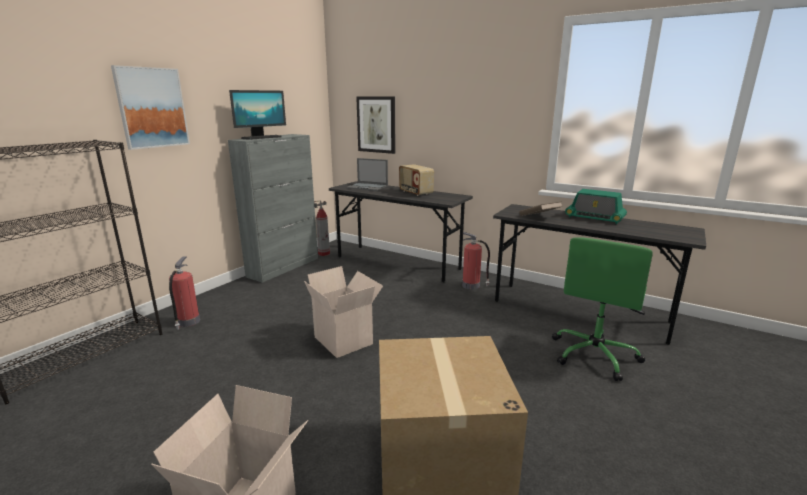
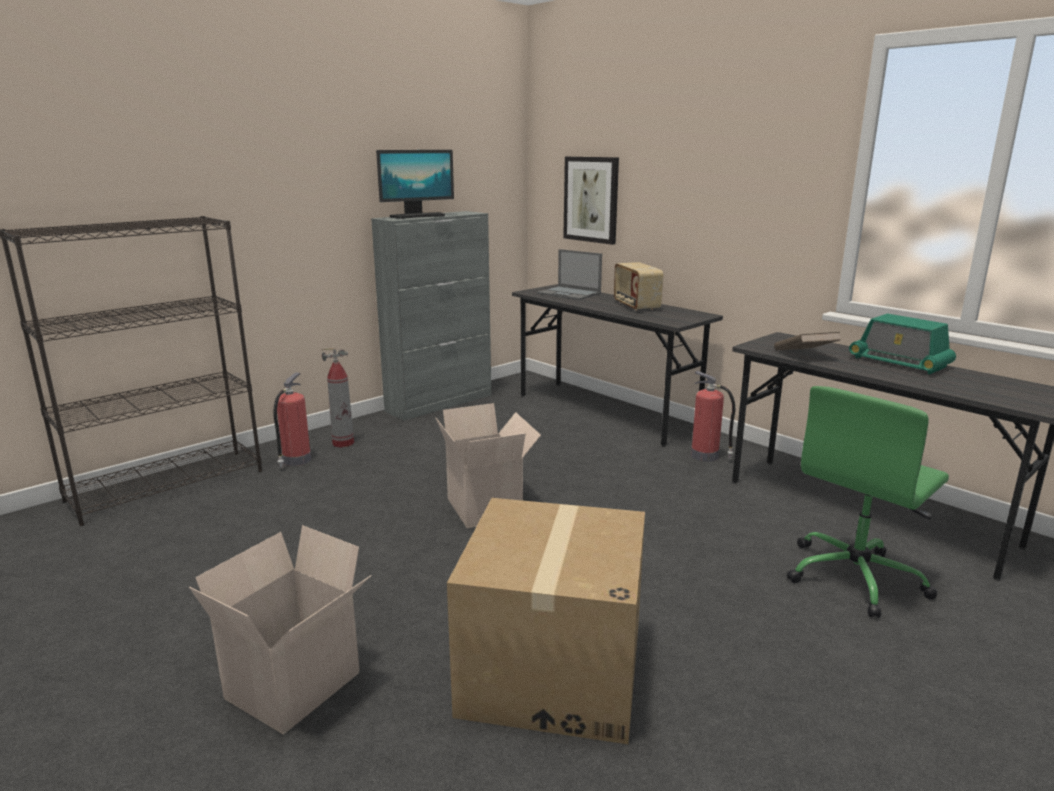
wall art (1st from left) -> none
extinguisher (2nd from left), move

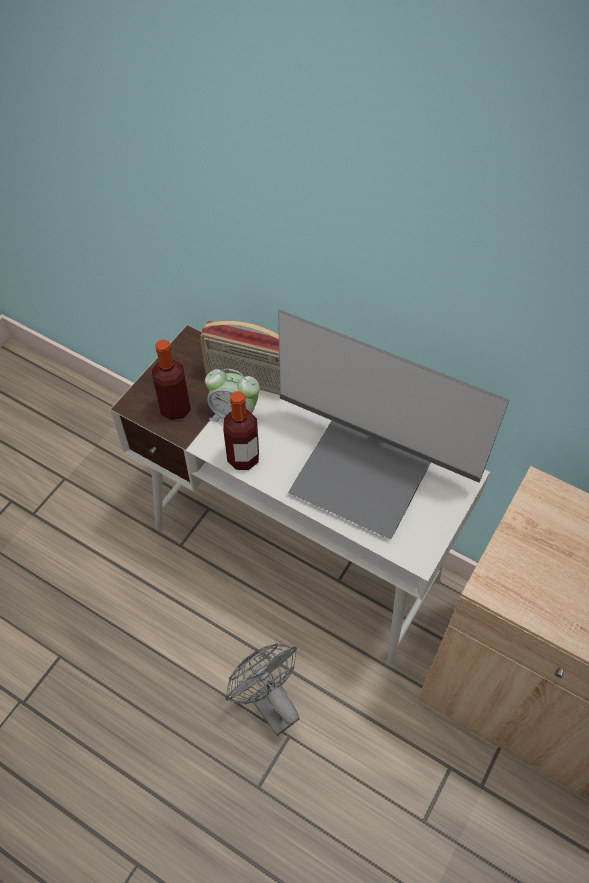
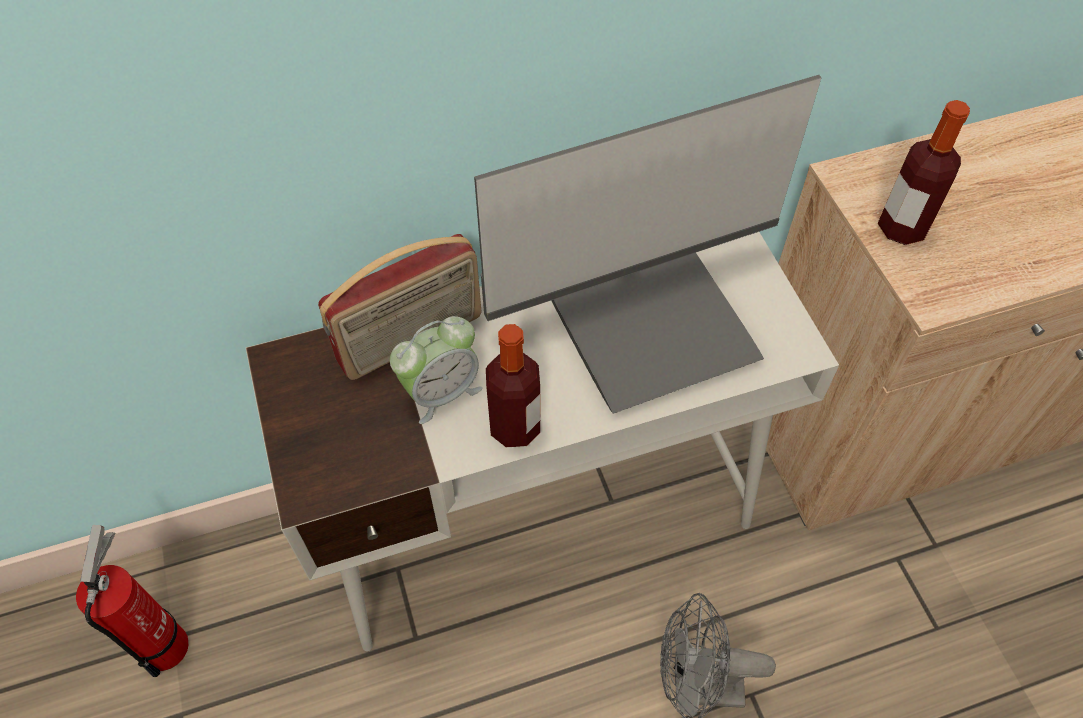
bottle (1st from left in the first image) -> bottle (2nd from left), move
none -> extinguisher

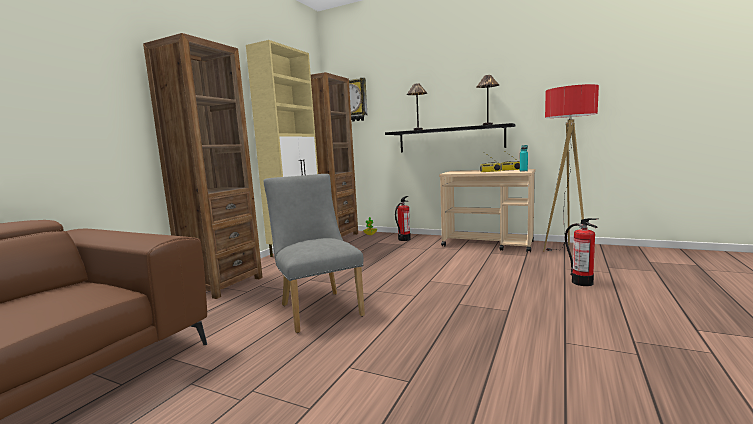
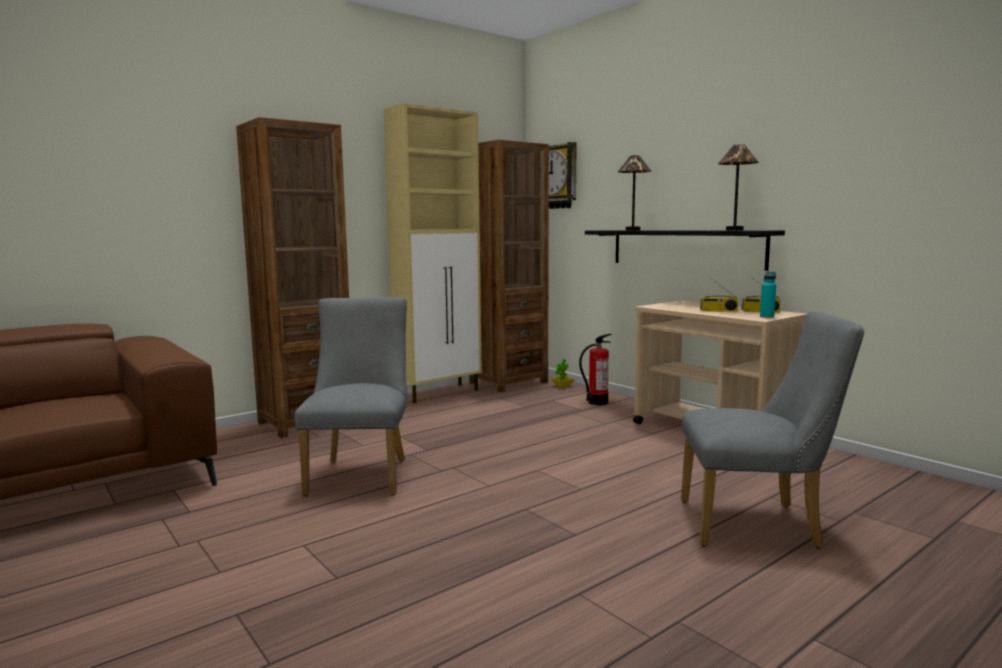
floor lamp -> none
extinguisher (2nd from left) -> greyish plain chair (2nd from left)

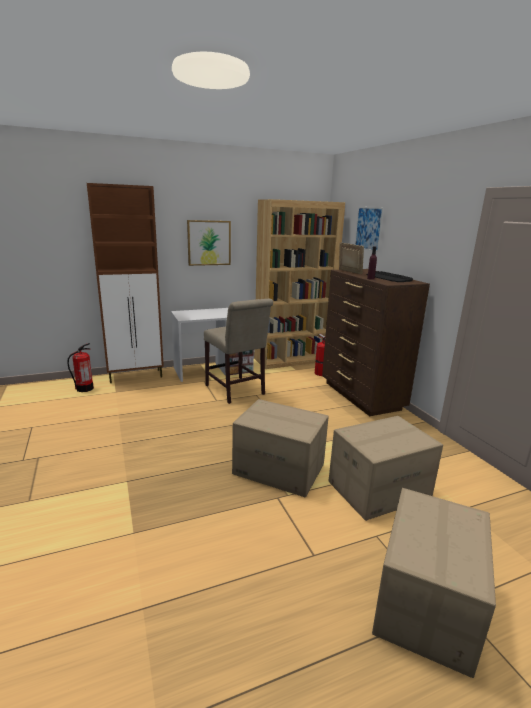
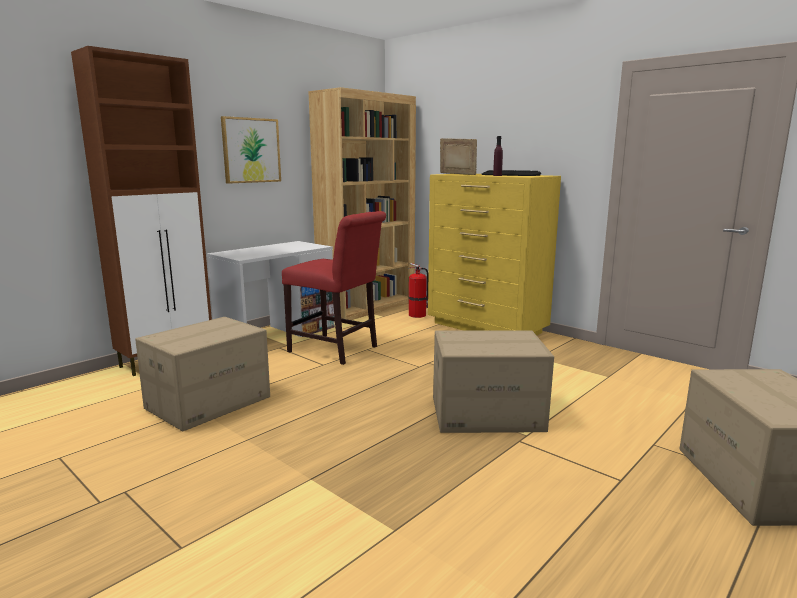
wall art (2nd from left) -> none
brown drawer chest -> yellow drawer chest
sand-coloured plain chair -> reddish plain chair
extinguisher (1st from left) -> none
carton (2nd from left in the first image) -> carton (1st from left), move

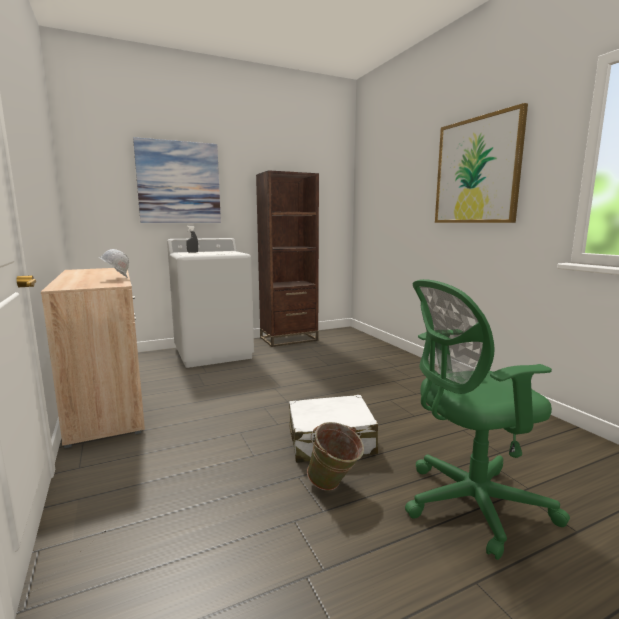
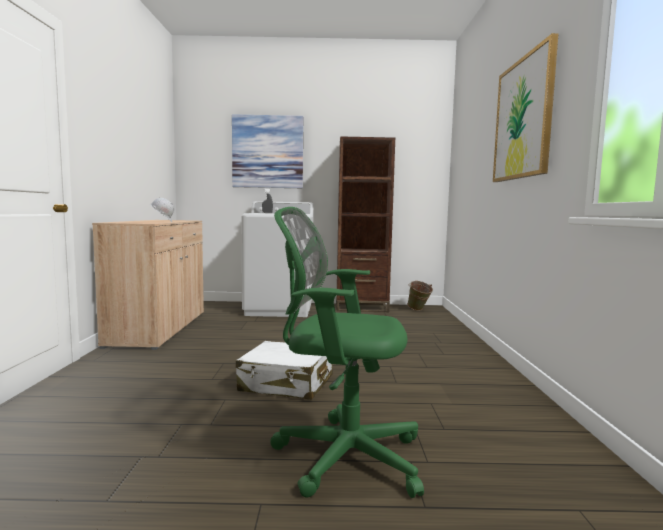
green water bucket, move

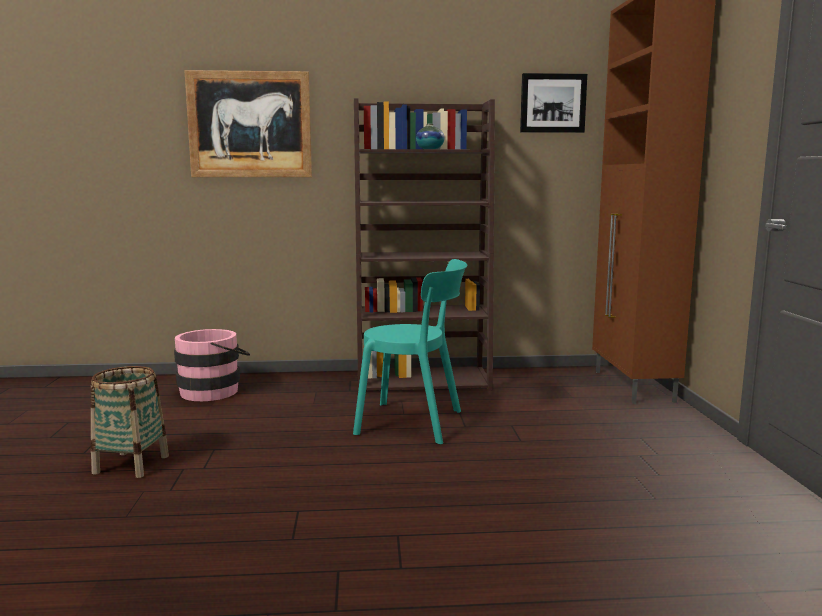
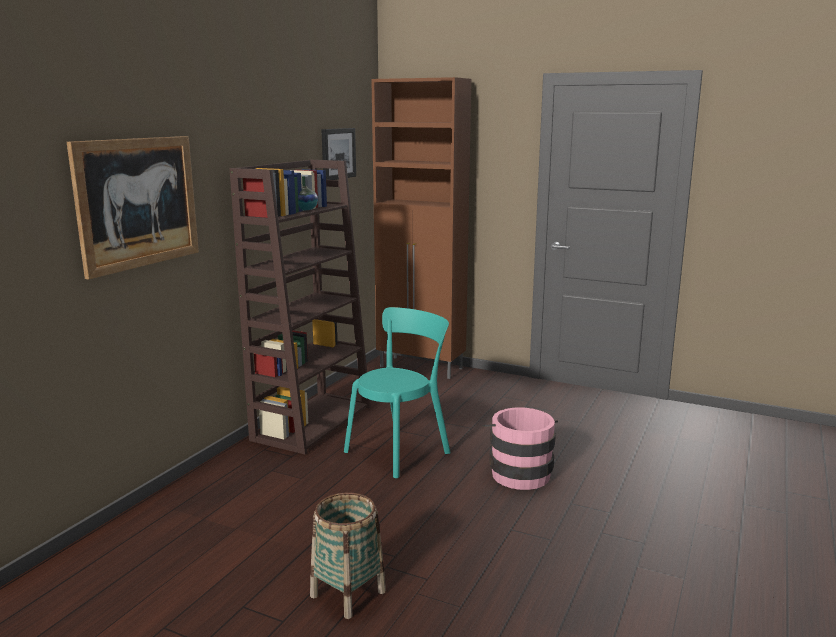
pinkish water bucket, move

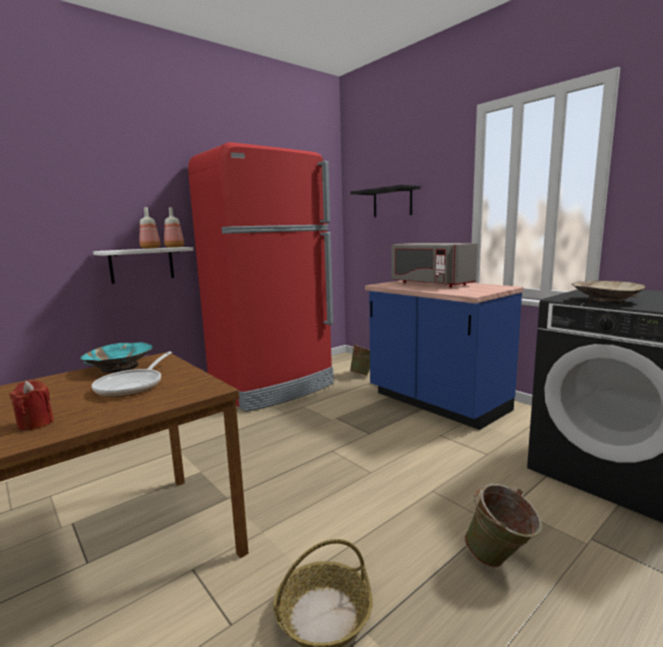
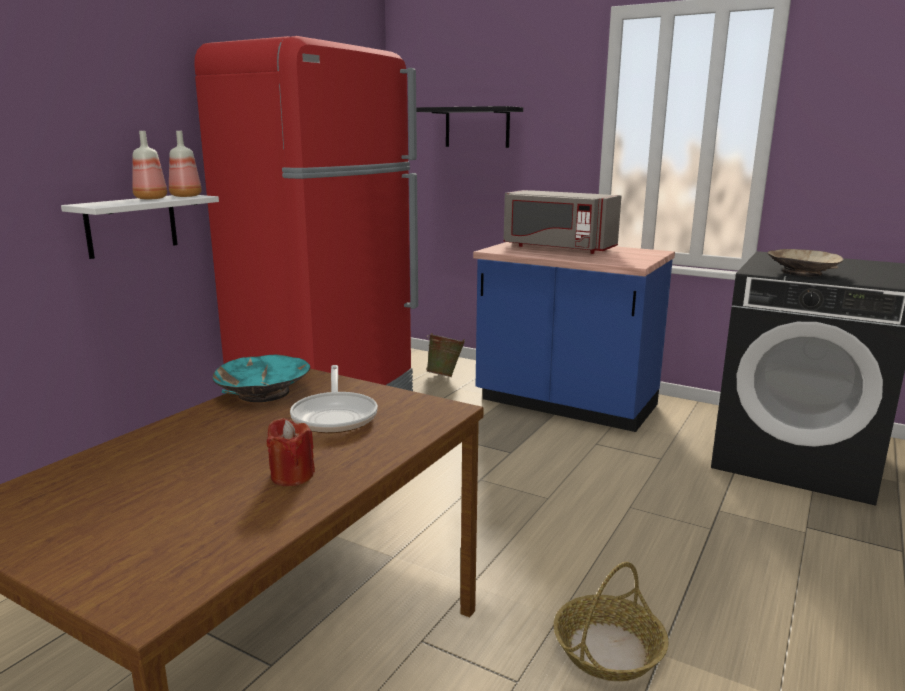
green water bucket (2nd from left) -> none

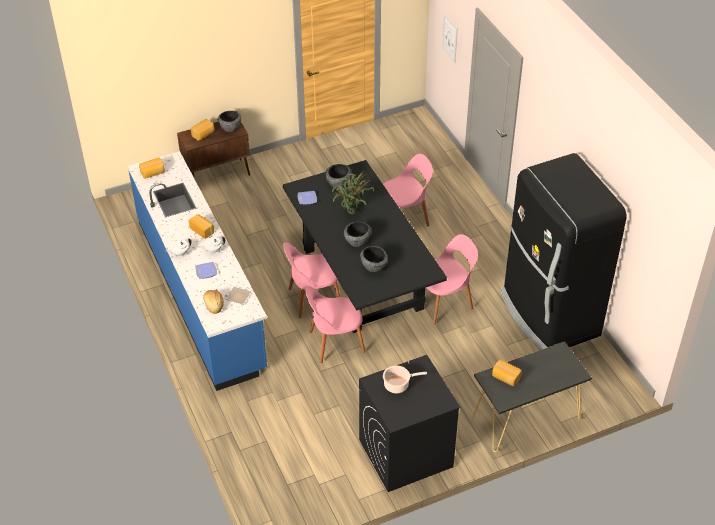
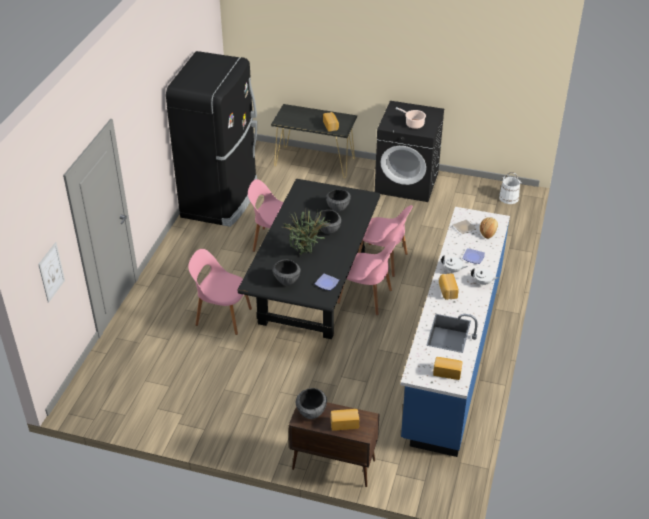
none -> white water bucket

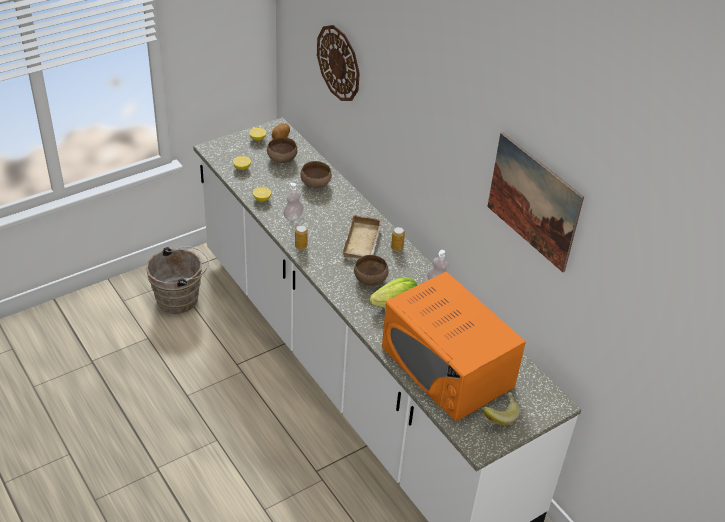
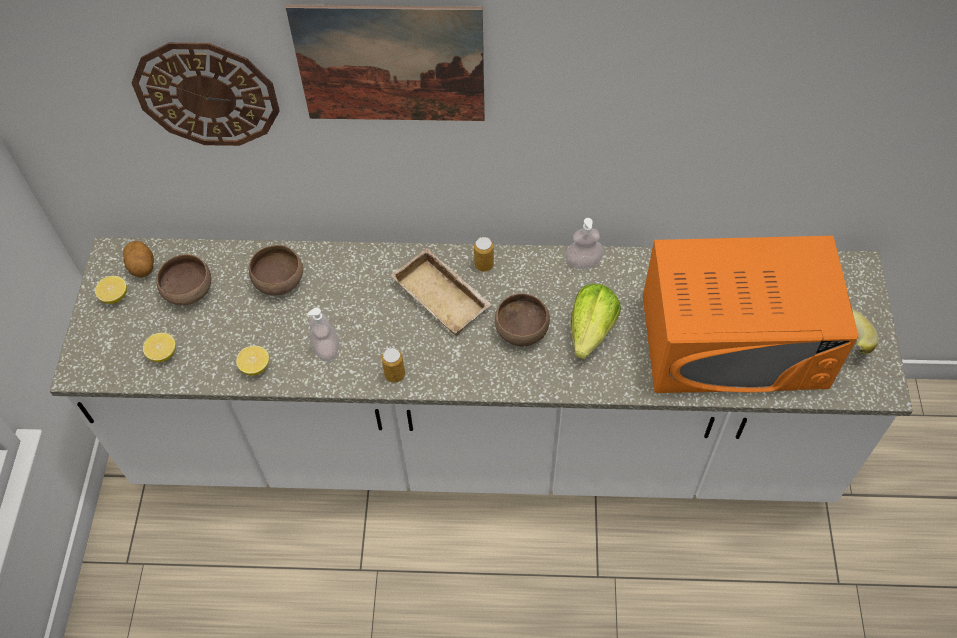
wall art, move
brown water bucket -> none

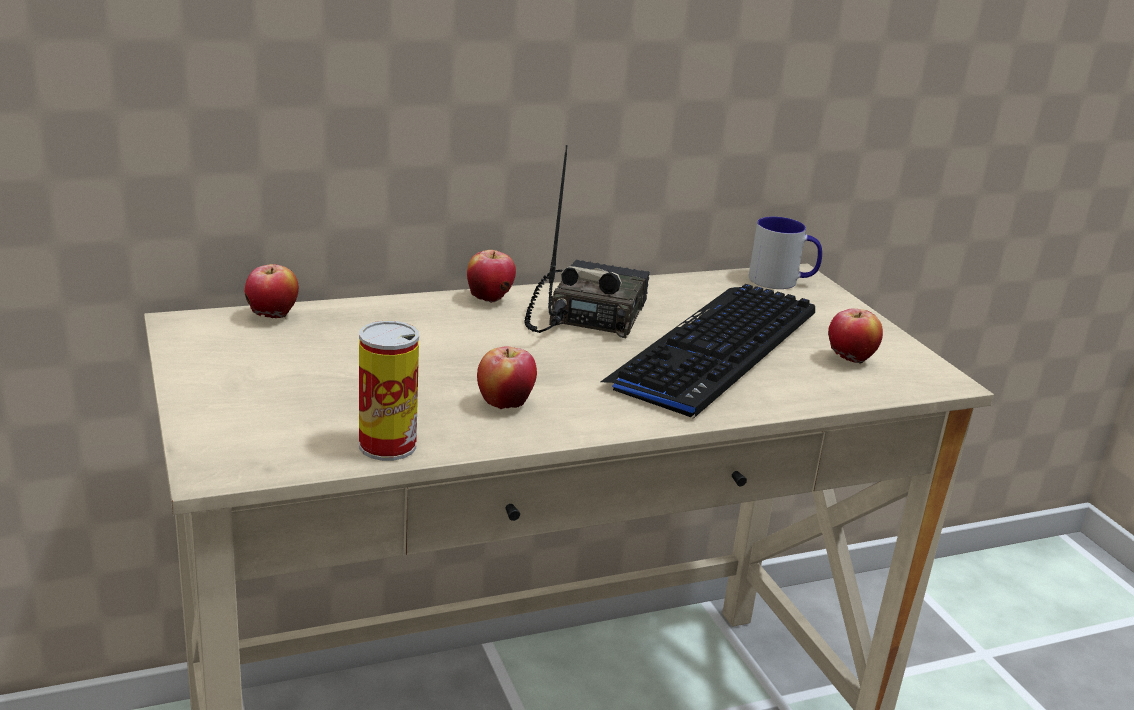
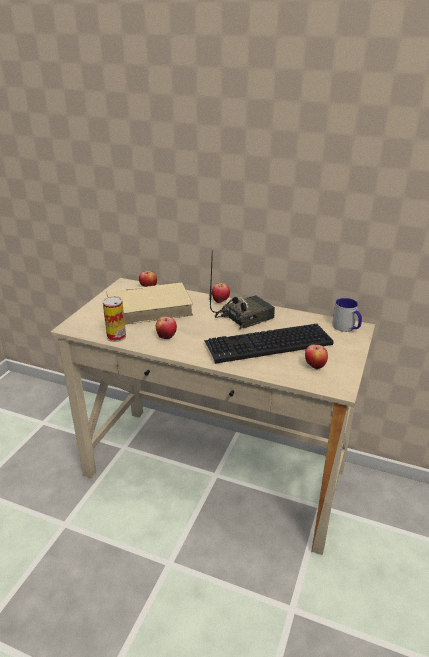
none -> sand-coloured book

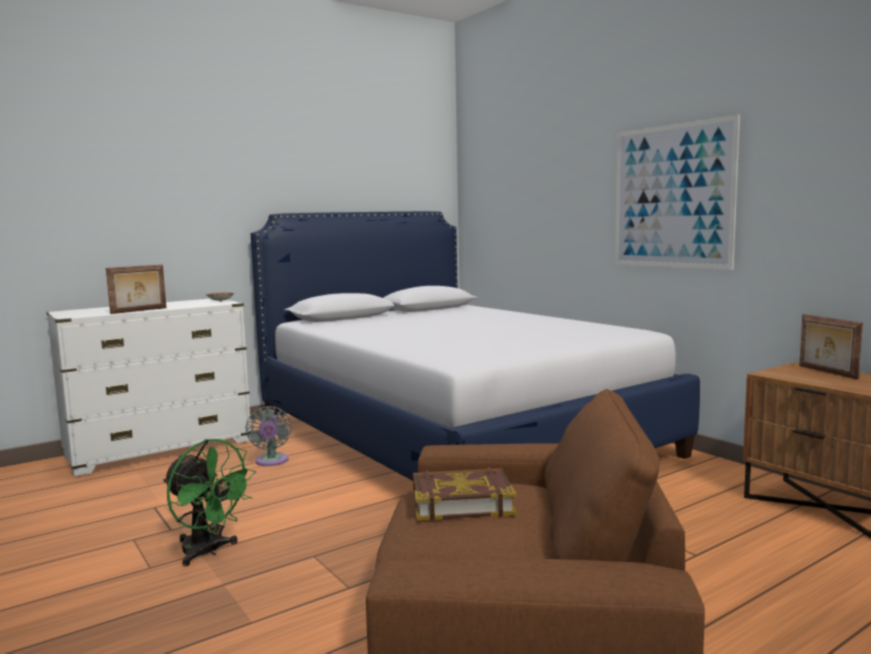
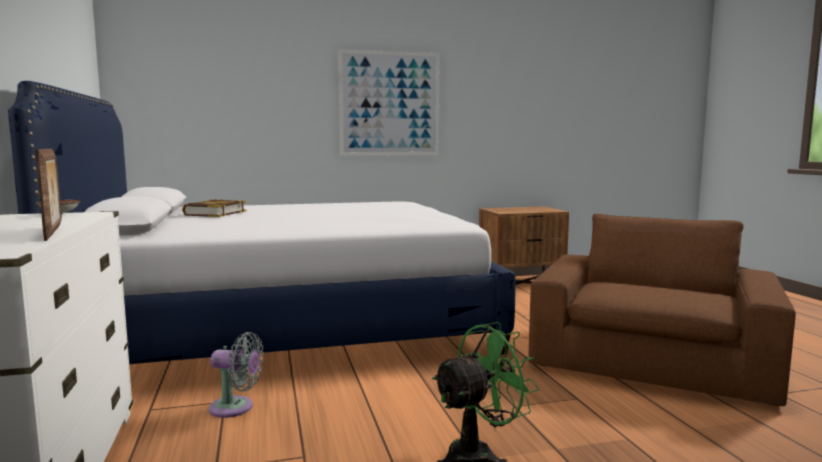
picture frame (2nd from left) -> none
book, move

